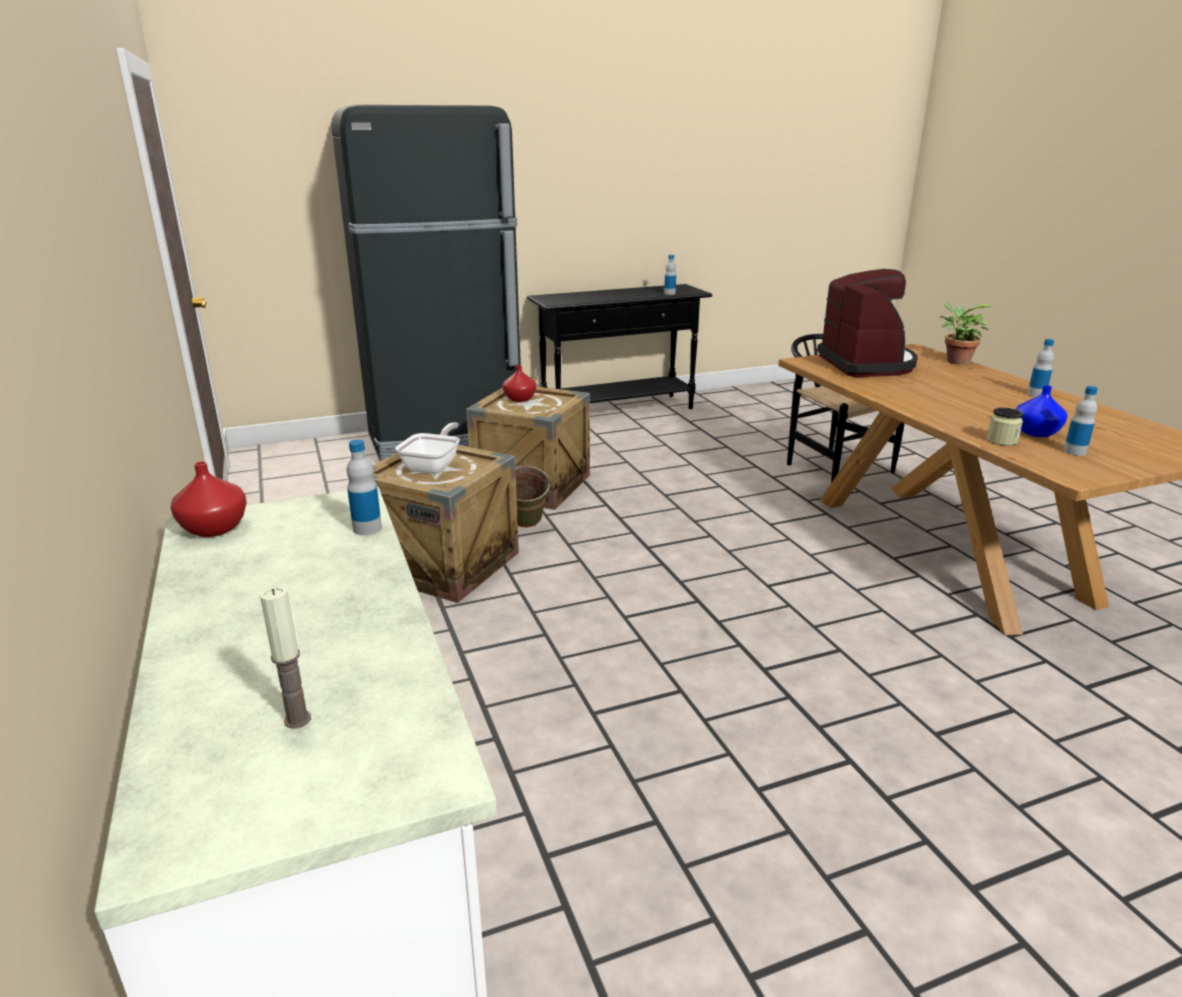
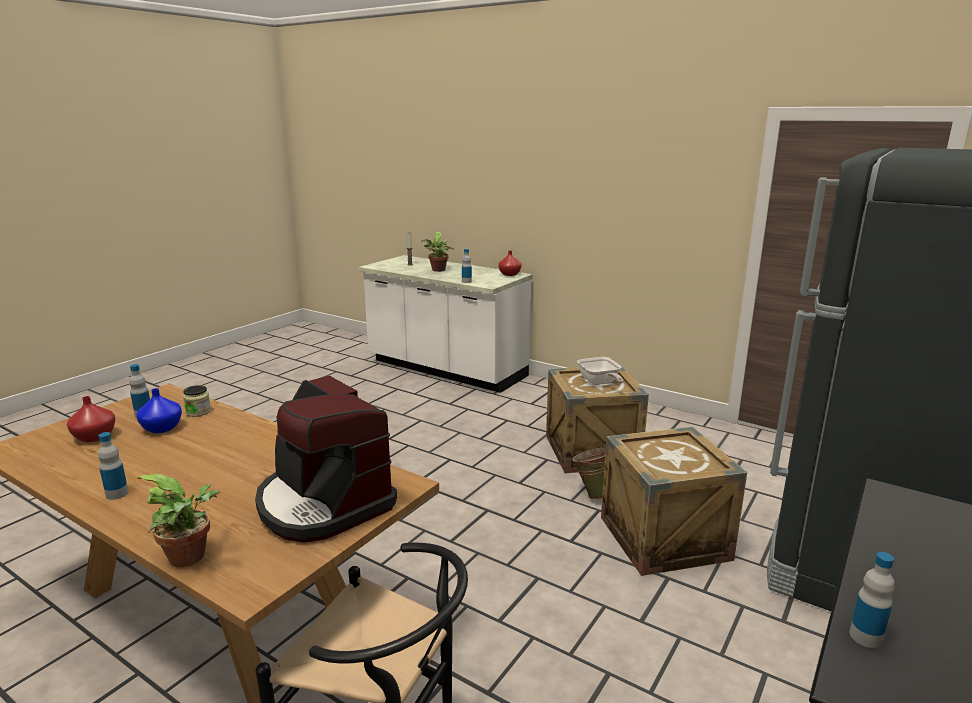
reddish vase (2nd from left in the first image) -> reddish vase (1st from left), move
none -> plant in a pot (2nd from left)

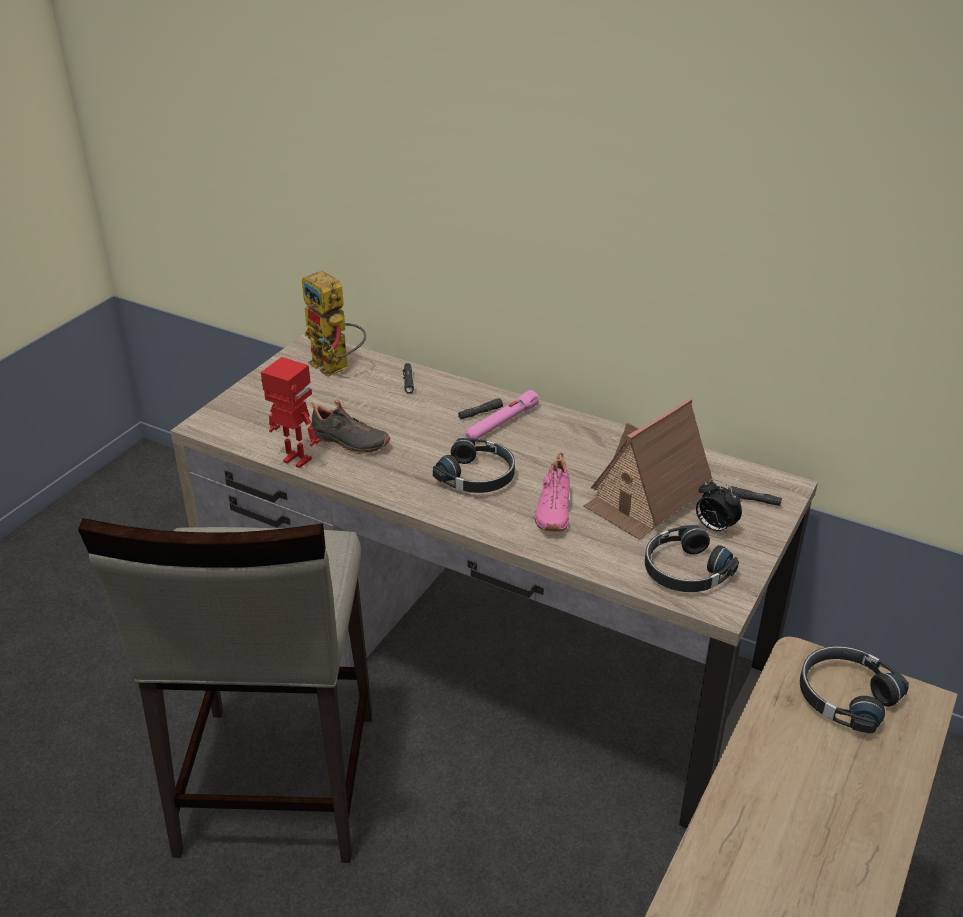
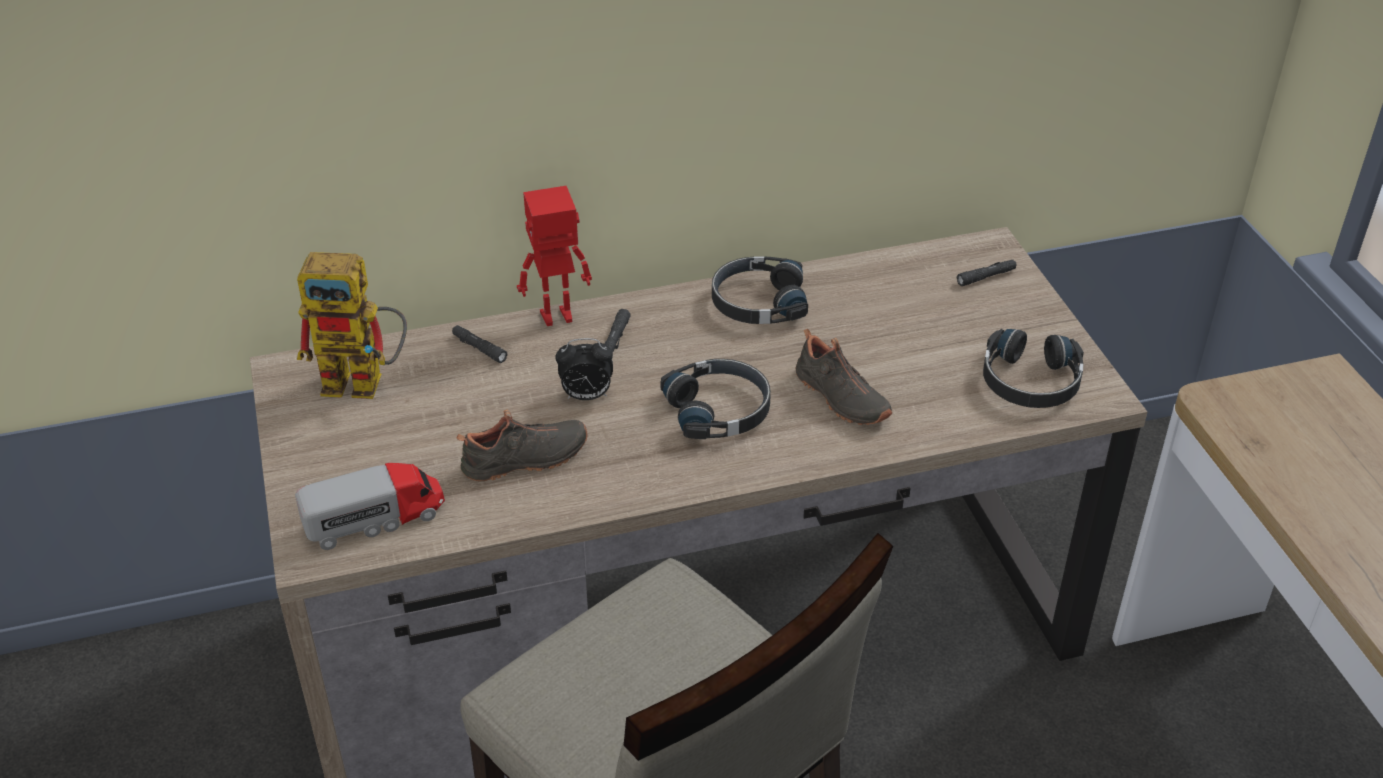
model robot (1st from left in the first image) -> model robot (2nd from left), move
pinkish flashlight -> none
model house -> none
pinkish low shoe -> blackish low shoe (2nd from left)
bedside clock, move
blackish headset (3rd from left in the first image) -> blackish headset (2nd from left), move
none -> toy truck

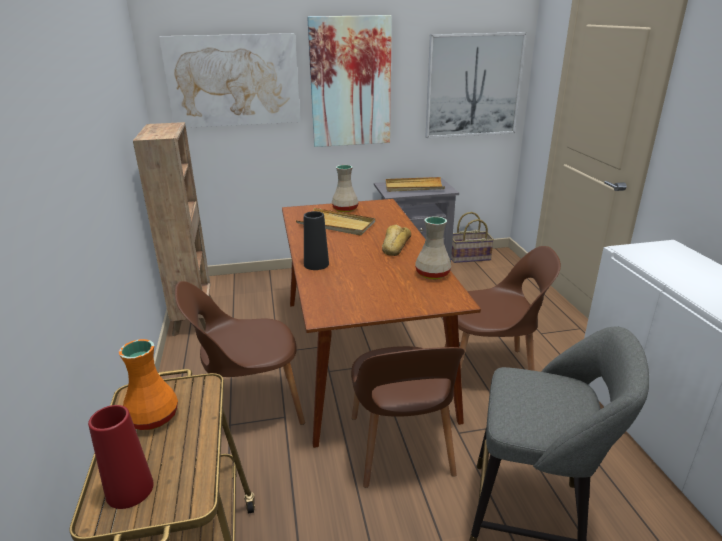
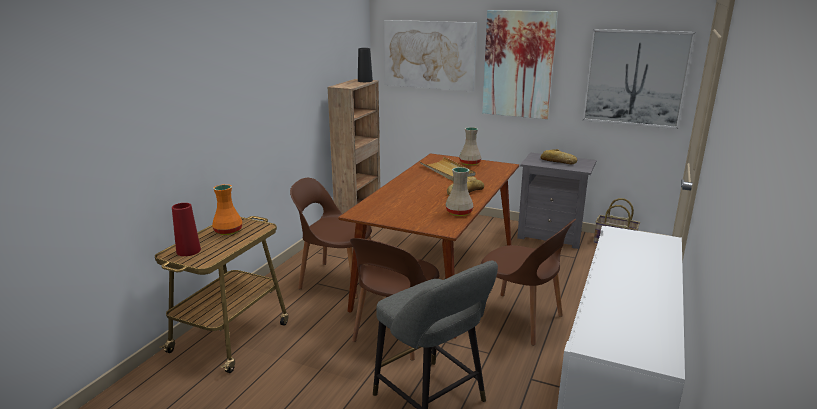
sand-coloured serving tray (2nd from left) -> bakery bread (2nd from left)
blackish vase, move

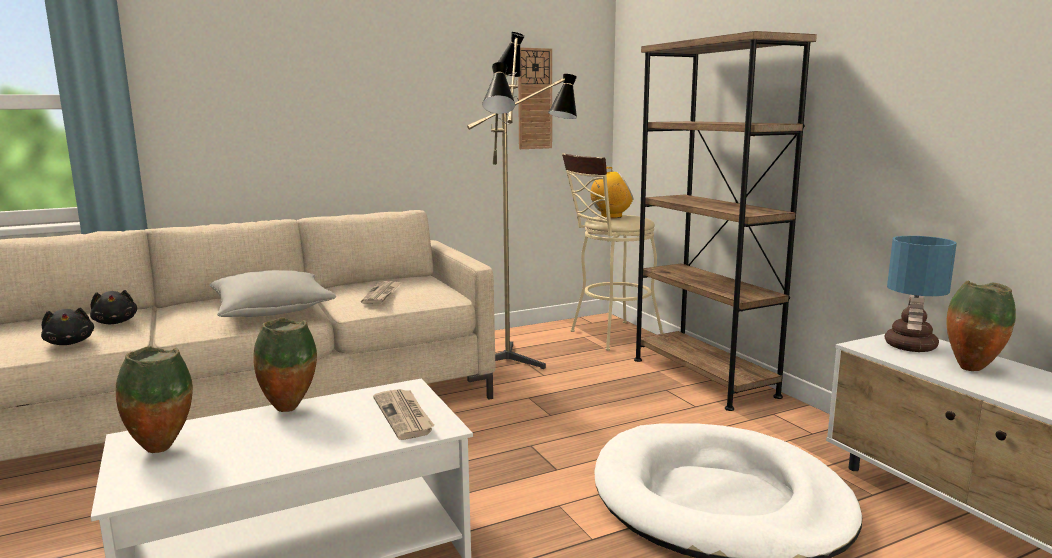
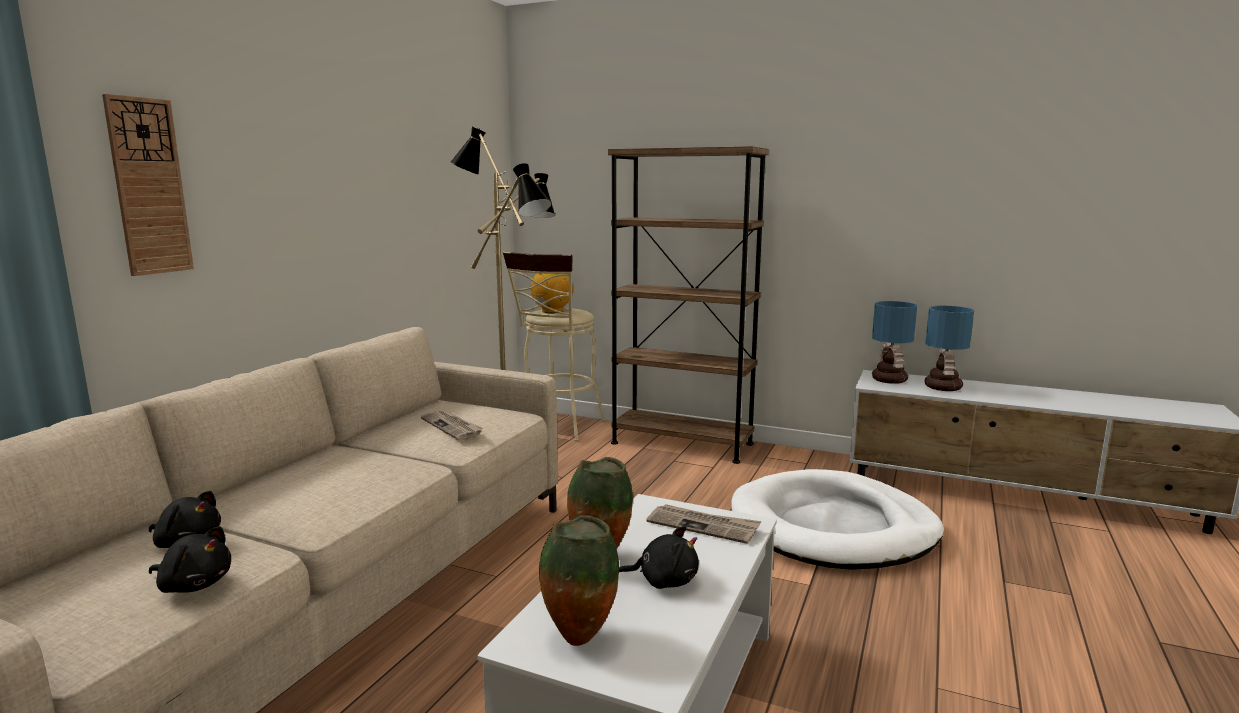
clock on the wall, move
greyish pillow -> none
vase (3rd from left) -> table lamp (2nd from left)
none -> blackish plush toy (3rd from left)

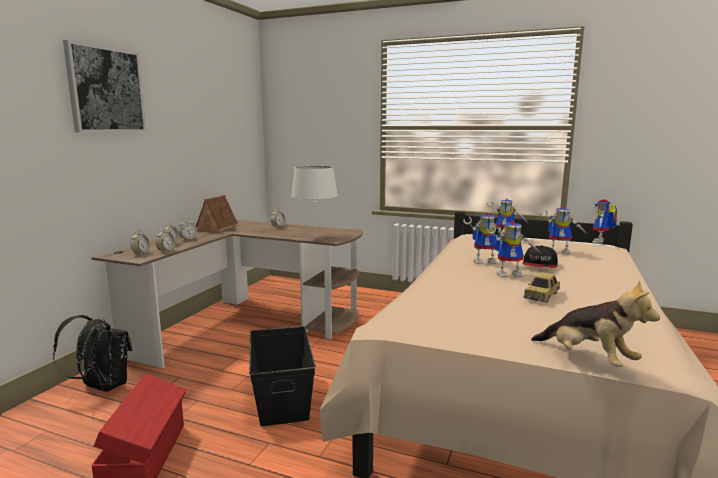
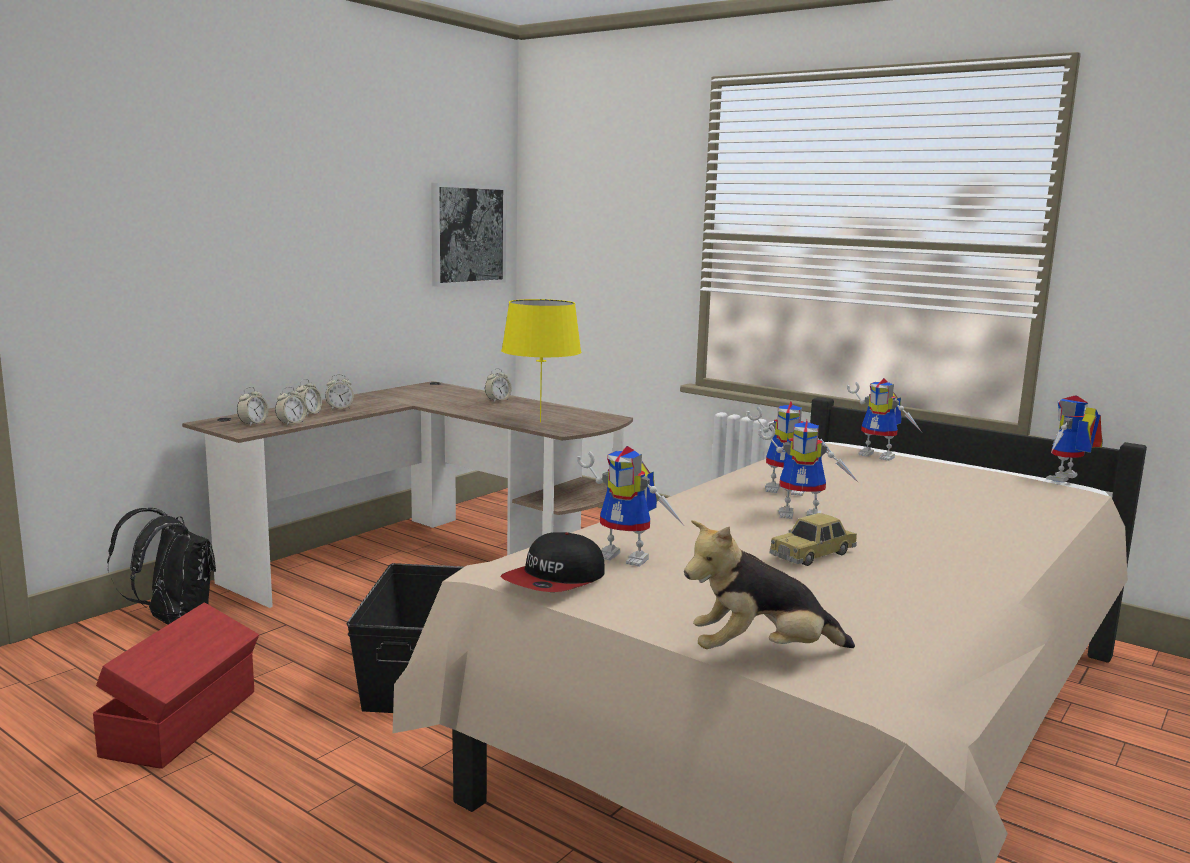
wall art, move
white table lamp -> yellow table lamp
model house -> none
model robot (4th from left in the first image) -> model robot (1st from left), move
peaked cap, move
plush toy, 105 degrees clockwise

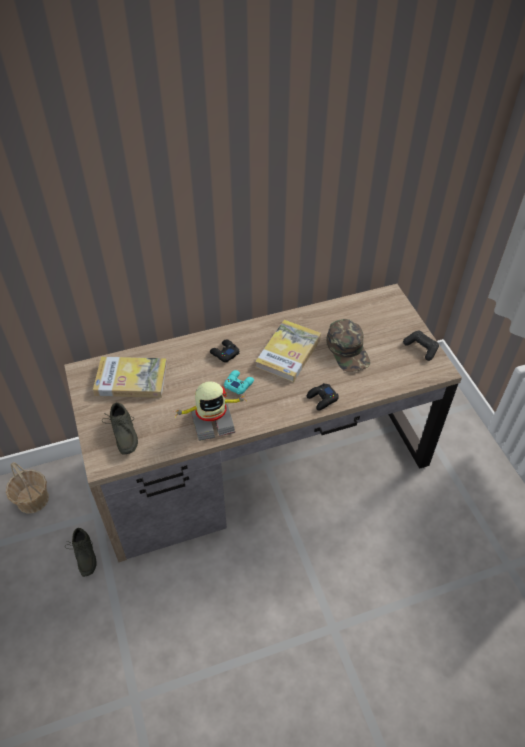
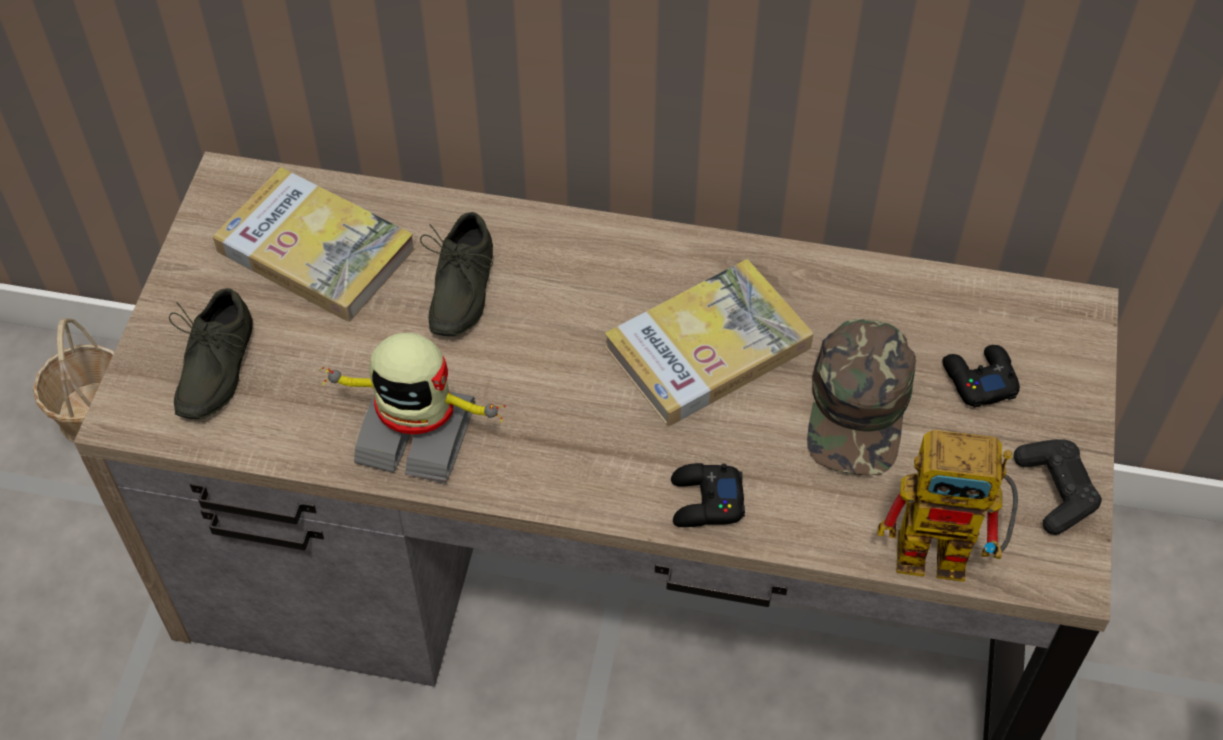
blackish joypad (1st from left in the first image) -> blackish joypad (2nd from left), move
turquoise joypad -> none
greyish low shoe (1st from left in the first image) -> greyish low shoe (2nd from left), move
none -> model robot (2nd from left)

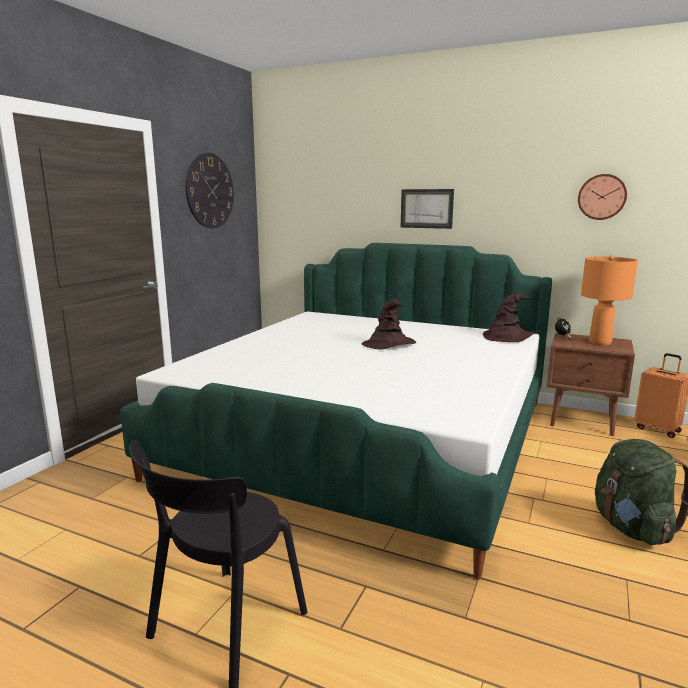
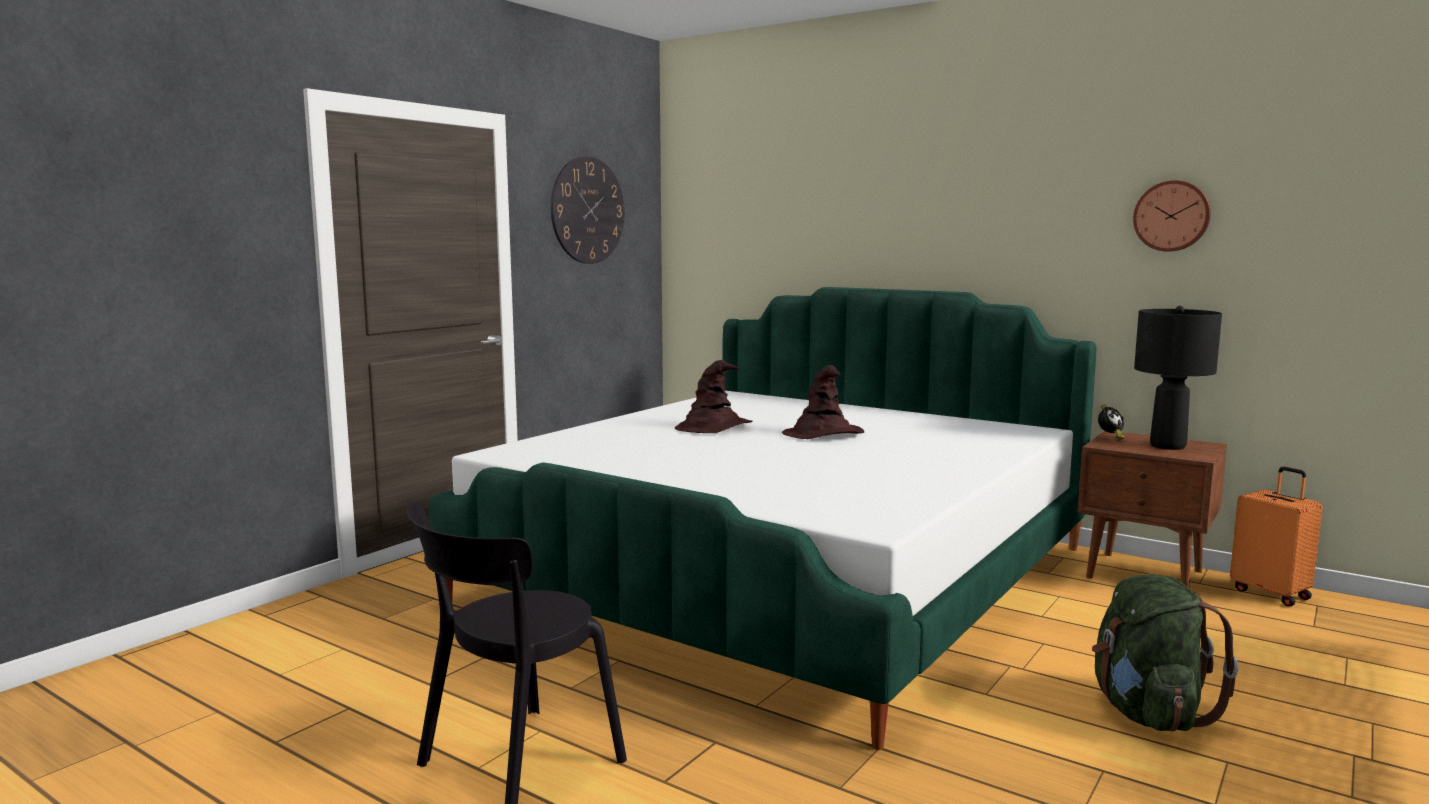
wall art -> none
orangey table lamp -> blackish table lamp
brown hat (2nd from left in the first image) -> brown hat (1st from left), move

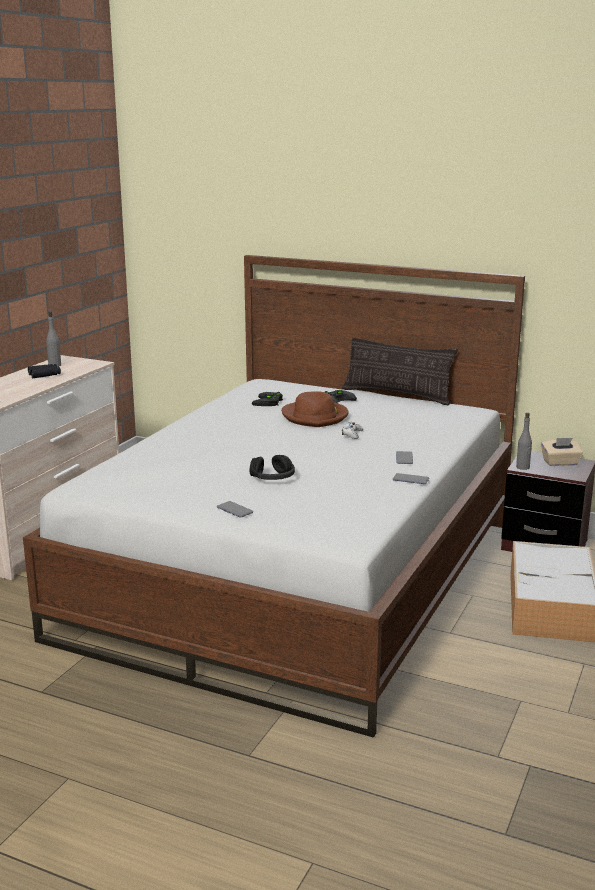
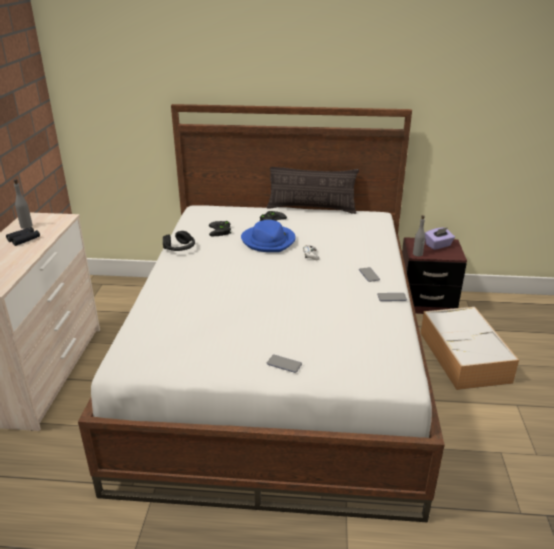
brown hat -> blue-coloured hat
sand-coloured box of tissues -> purple box of tissues
blackish headset, move

